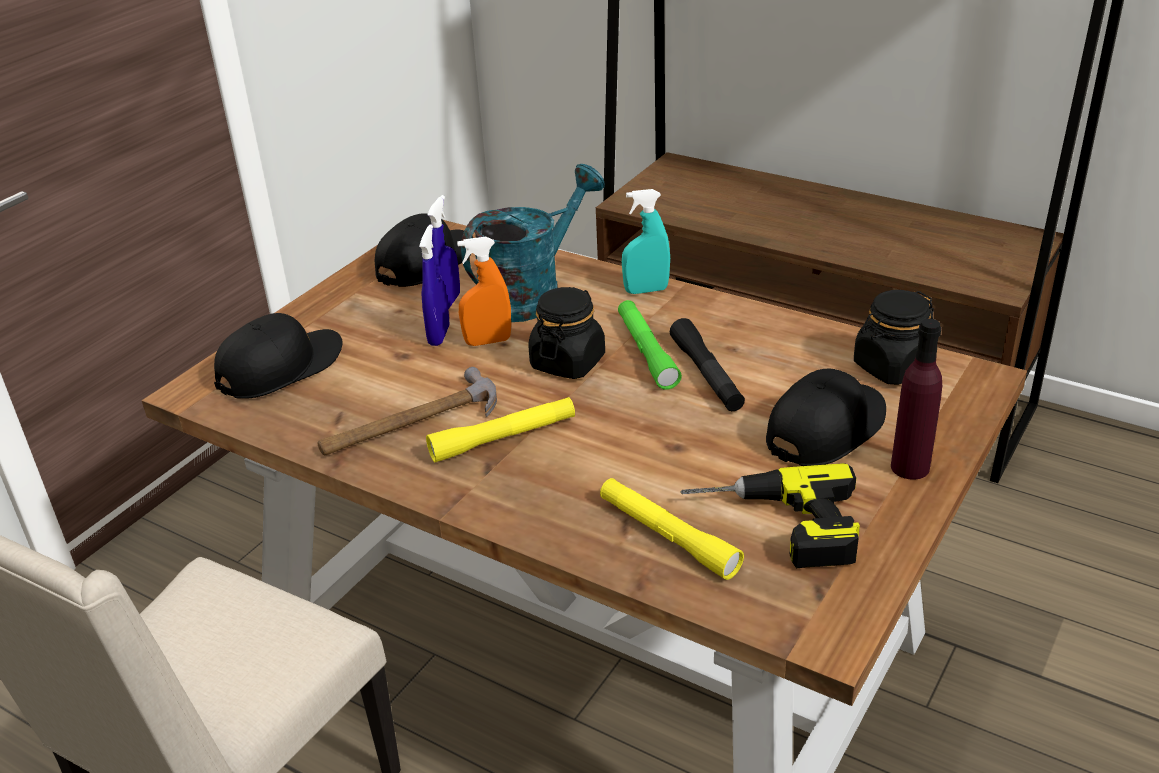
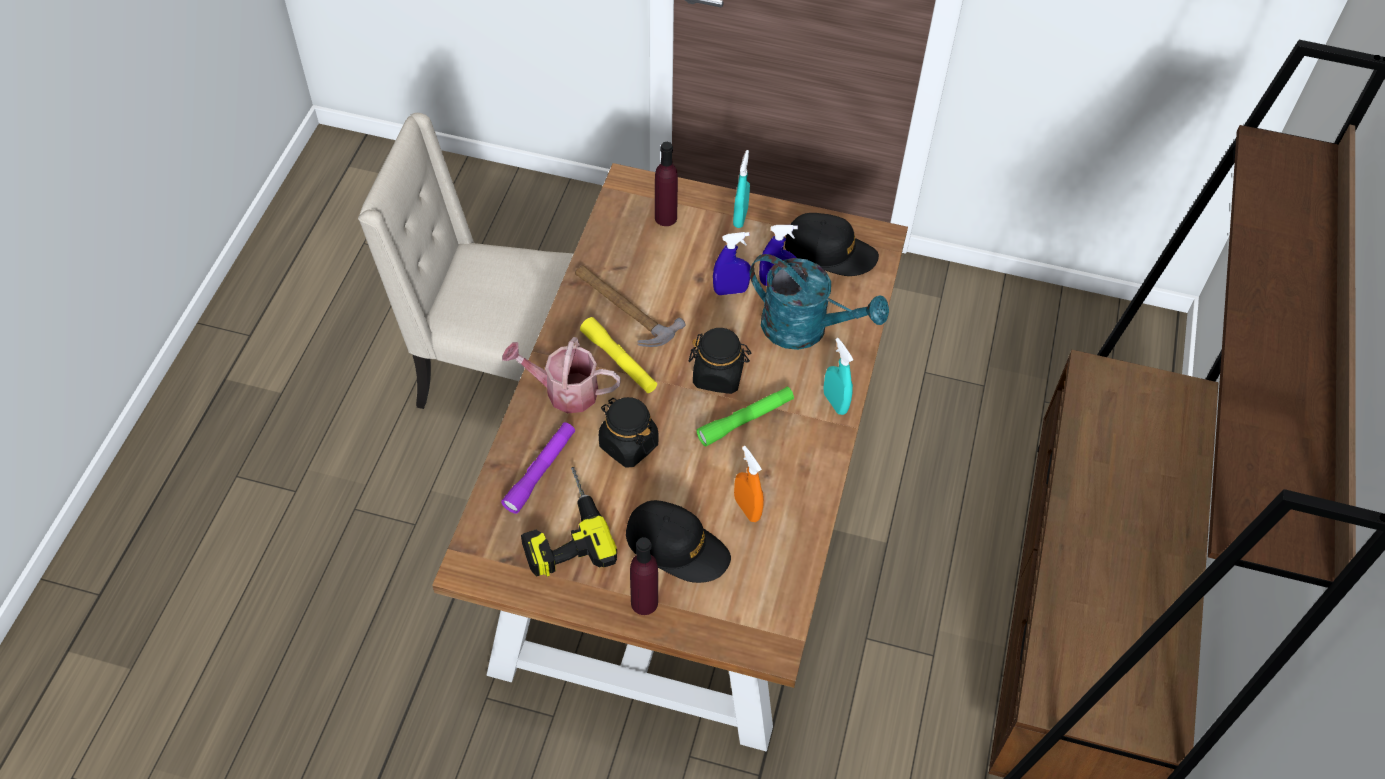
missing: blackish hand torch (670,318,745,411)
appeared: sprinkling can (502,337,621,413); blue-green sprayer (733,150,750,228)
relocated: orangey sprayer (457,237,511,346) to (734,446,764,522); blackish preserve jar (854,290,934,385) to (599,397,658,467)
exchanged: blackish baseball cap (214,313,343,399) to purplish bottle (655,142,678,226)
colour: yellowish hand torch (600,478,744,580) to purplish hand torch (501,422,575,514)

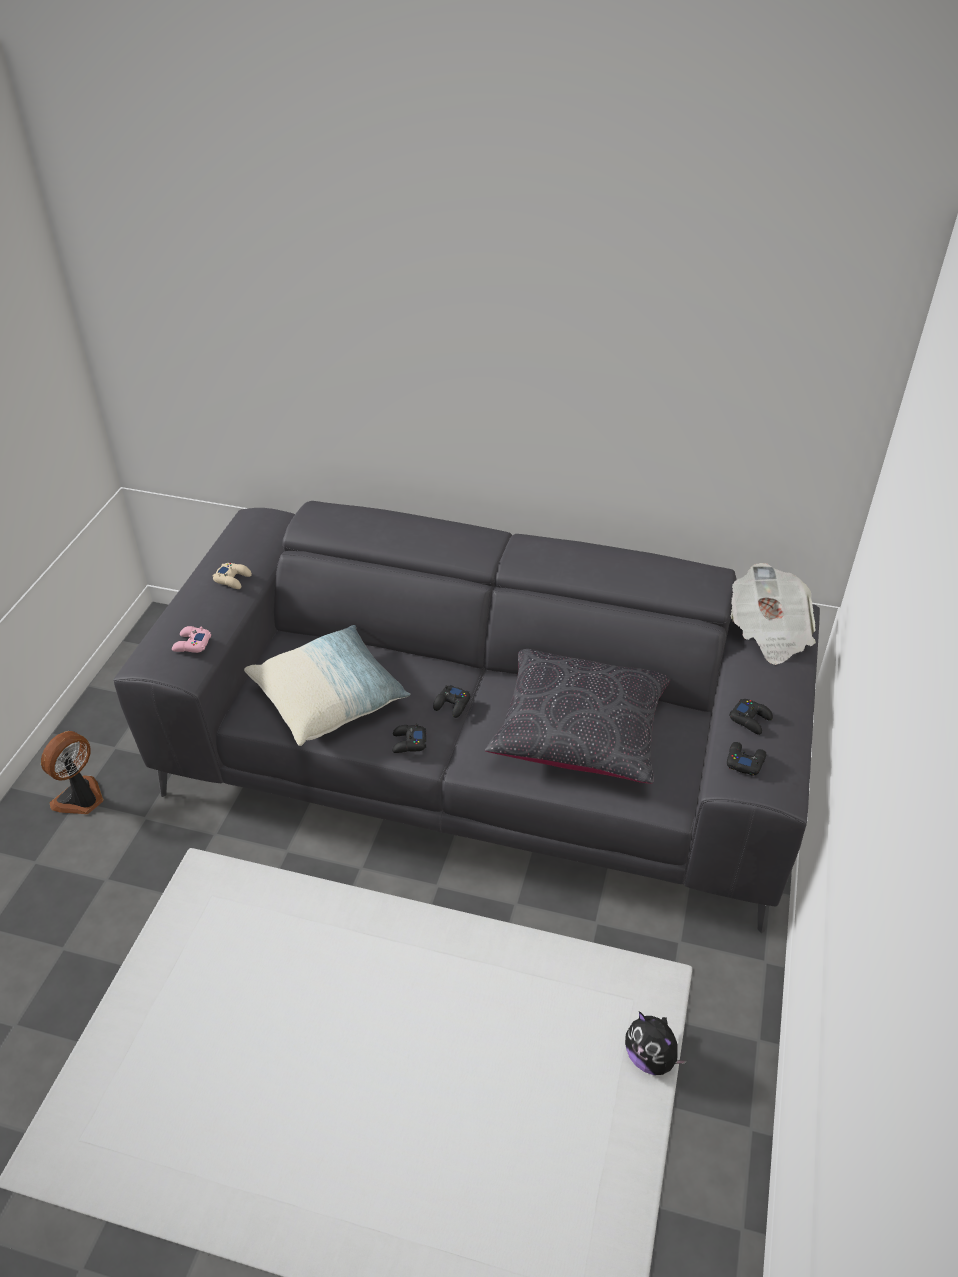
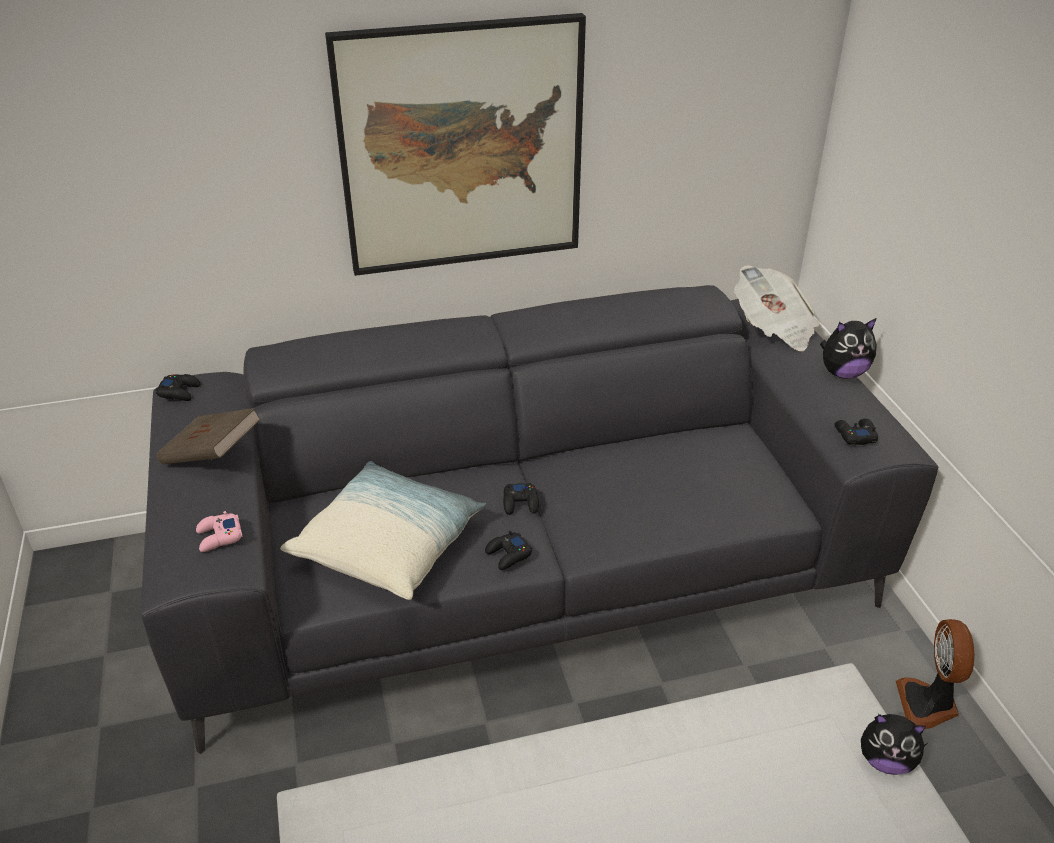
missing: blackish throw pillow (485,649,670,784)
appeared: picture (325,13,586,276); cuddly toy (820,318,877,379)
relocated: fan (41,731,104,814) to (896,619,974,729); blackish gamepad (729,699,773,735) to (155,374,200,401)
exchanged: sand-coloured gamepad (212,563,252,589) to brown volume (156,408,261,464)

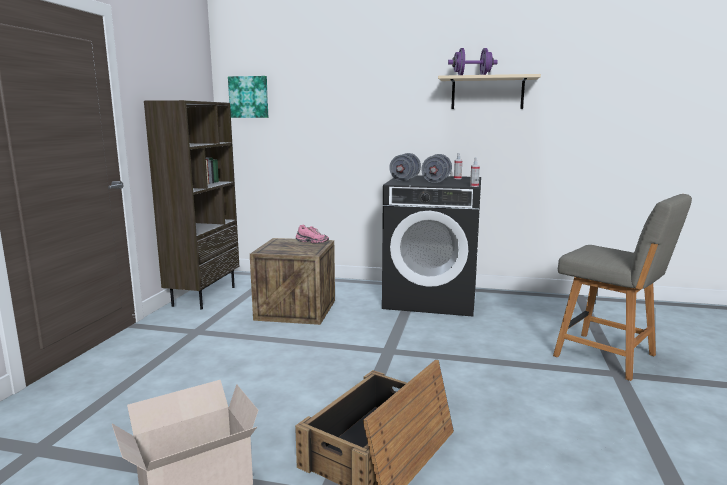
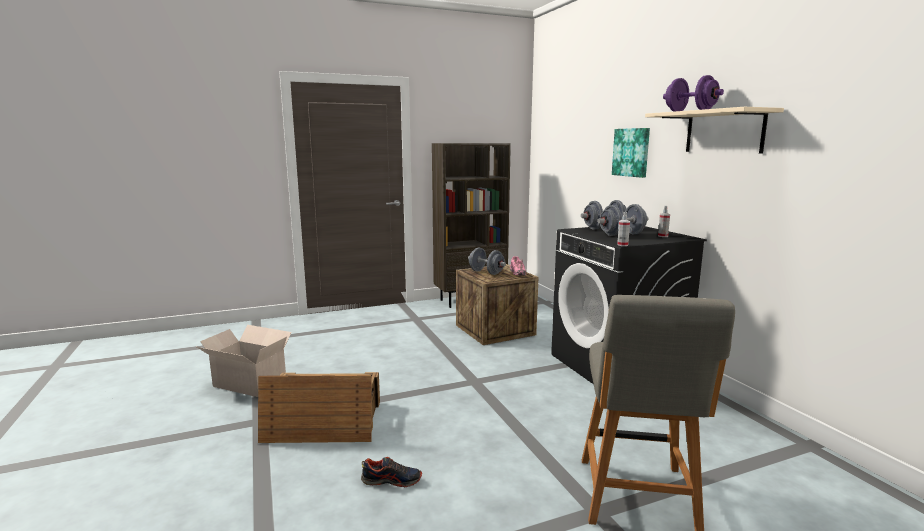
appeared: shoe (361,457,422,487); gray hand weight (468,248,506,275)
relocated: picture (228,76,268,118) to (612,128,650,178)

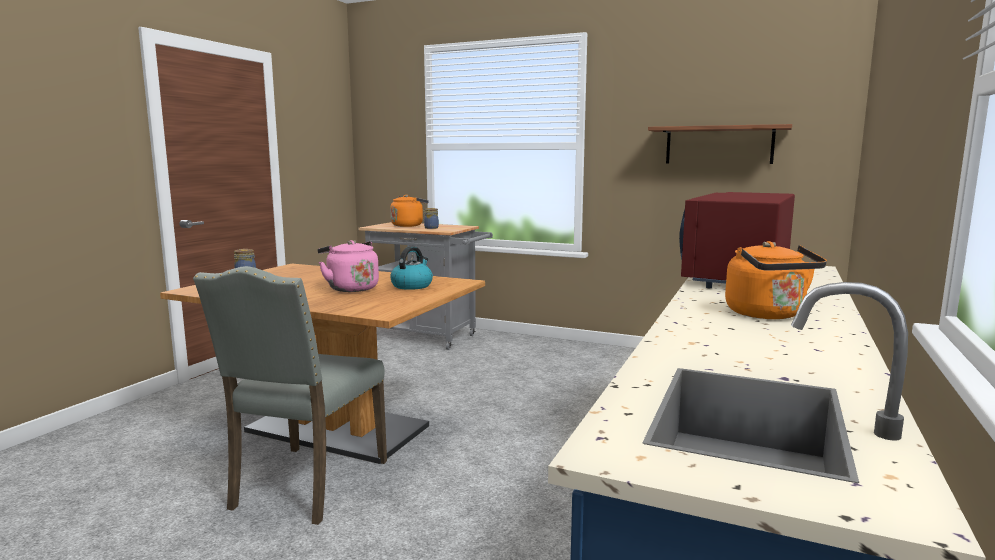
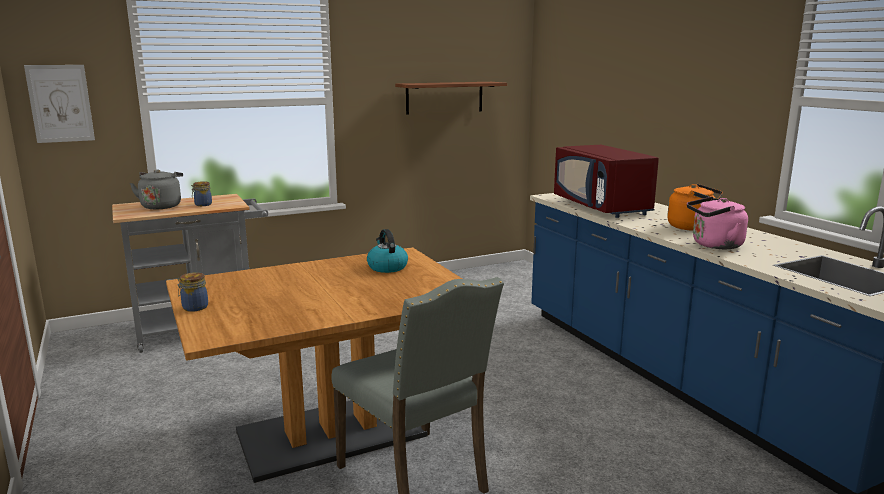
appeared: picture (24,65,95,143)
relocated: pink water kettle (318,240,379,292) to (687,197,748,249)
colour: orangey water kettle (390,195,429,227) to gray water kettle (130,170,183,209)

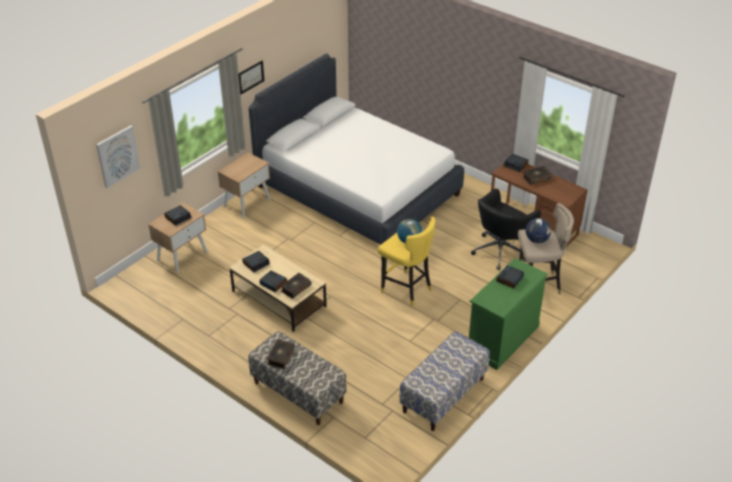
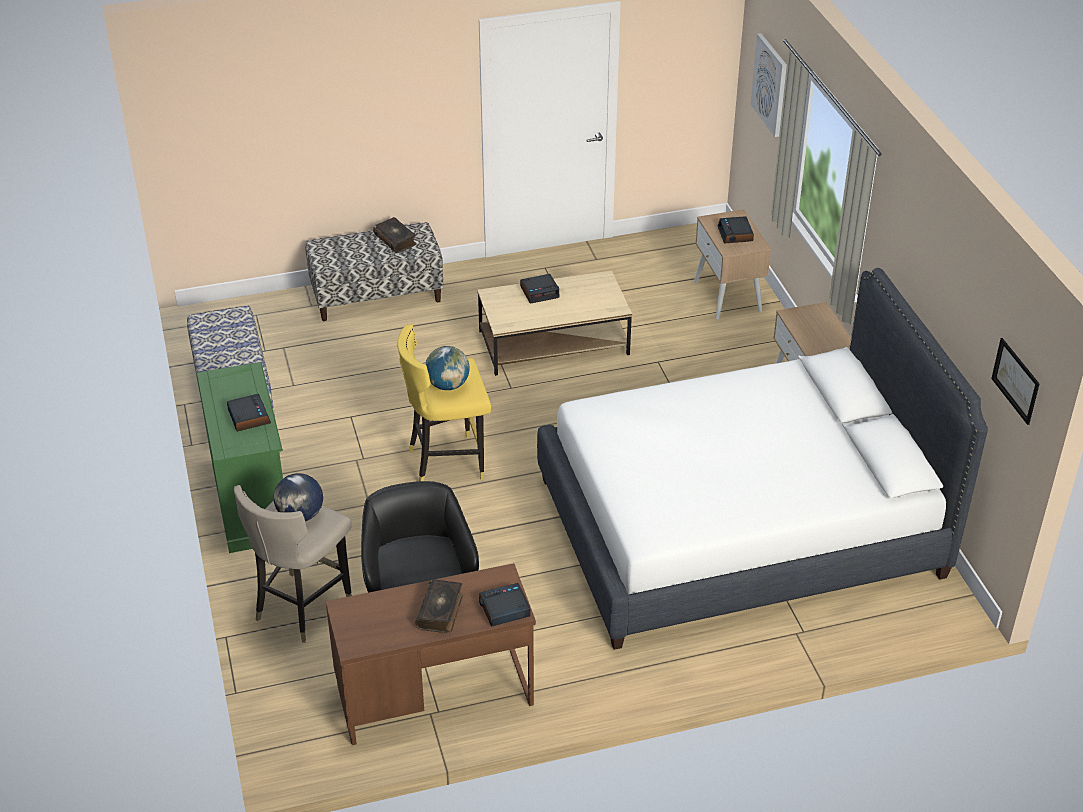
missing: bedside clock (242,251,270,272); volume (281,273,312,299)
relocated: picture (239,60,264,94) to (991,338,1040,425)

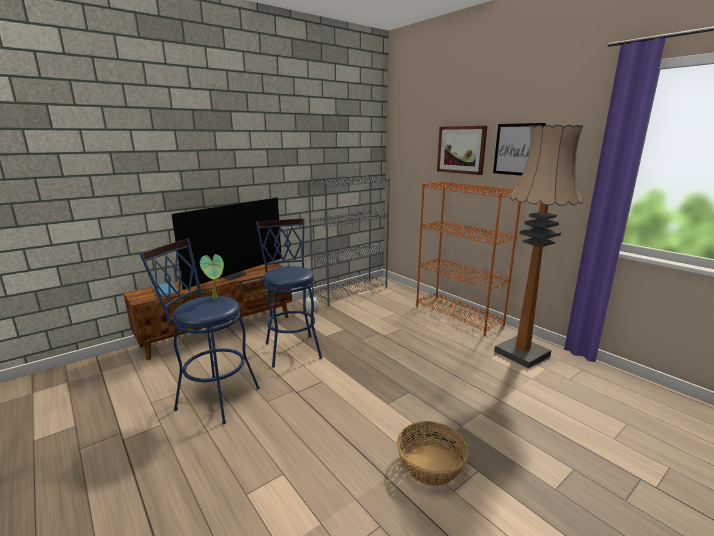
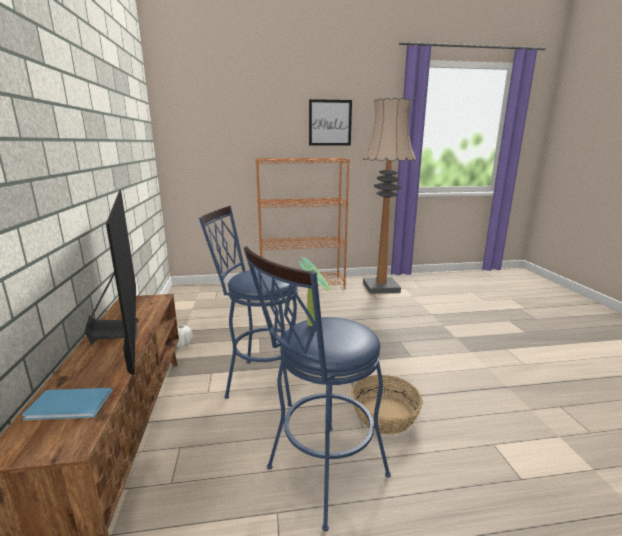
missing: gray bookshelf (308,176,390,306); picture (437,126,487,175)
relocated: basket (397,421,469,486) to (351,375,423,435)

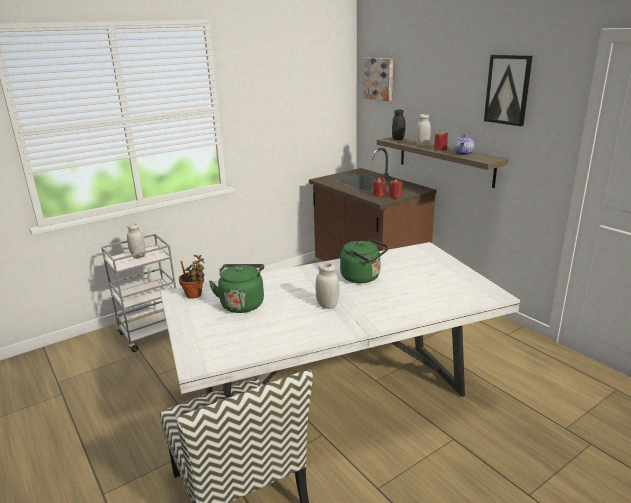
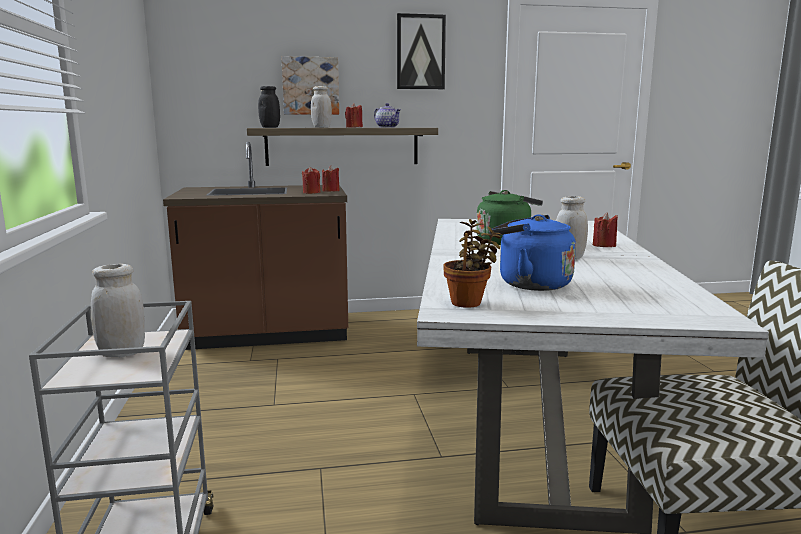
appeared: reddish wax candle (593,212,618,247)
relocated: picture (363,58,393,101) to (282,56,339,115)
colour: green-coloured water kettle (209,264,264,313) to bluish water kettle (489,214,576,291)

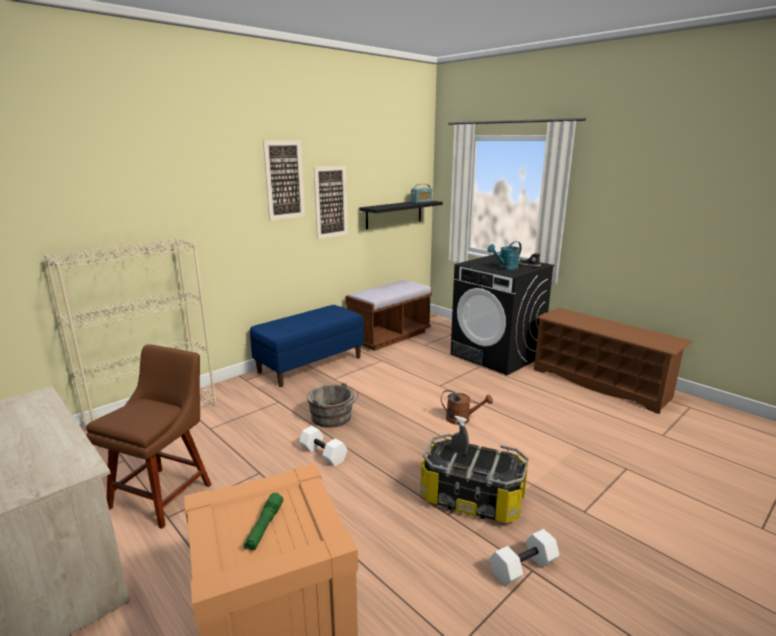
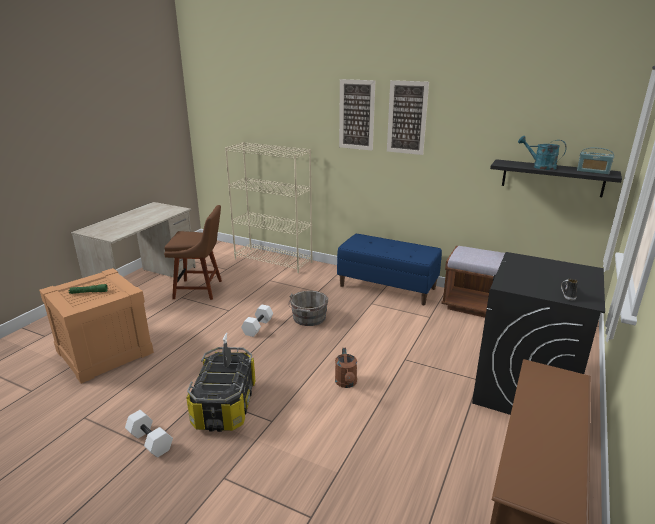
relocated: picture (314,166,348,239) to (339,79,375,151); blue-green sprinkling can (488,241,522,271) to (518,136,567,170)

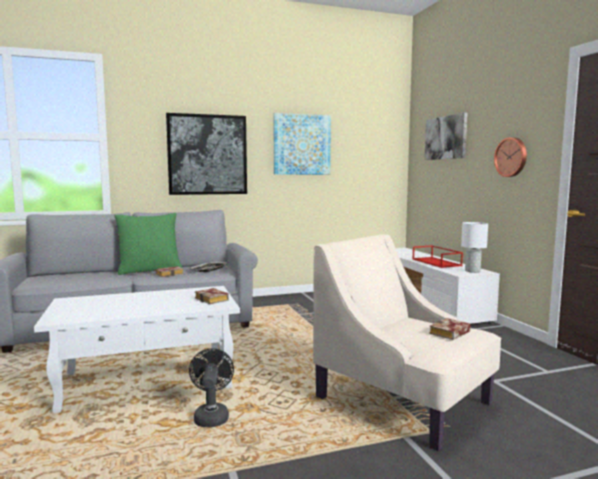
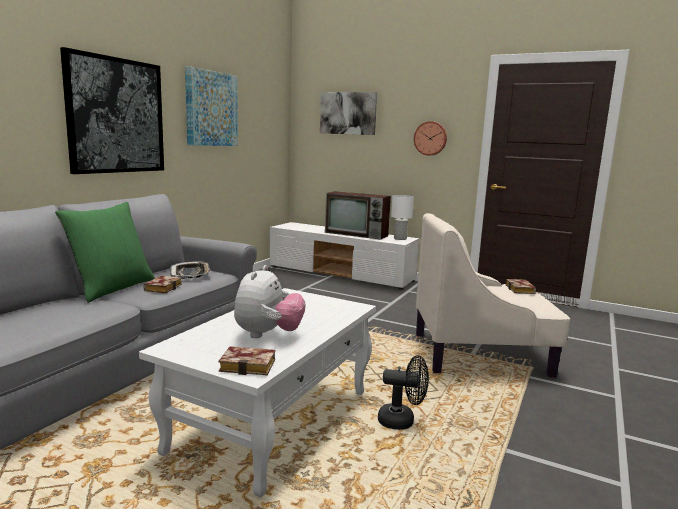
appeared: cuddly toy (234,265,306,338)
relocated: volume (195,288,229,304) to (219,346,275,375)
exchanged: reddish carrying tray (412,245,463,268) to television (325,191,391,240)
spun: blackish fan (189,348,234,427) = (378,355,429,430) 150 degrees clockwise

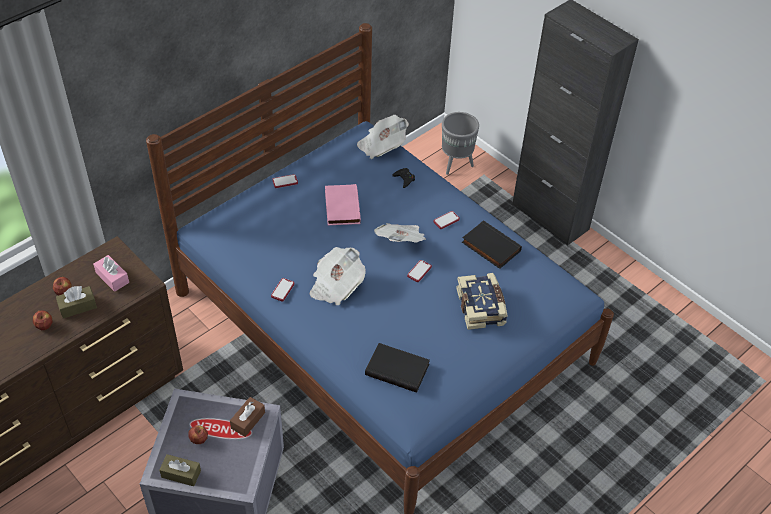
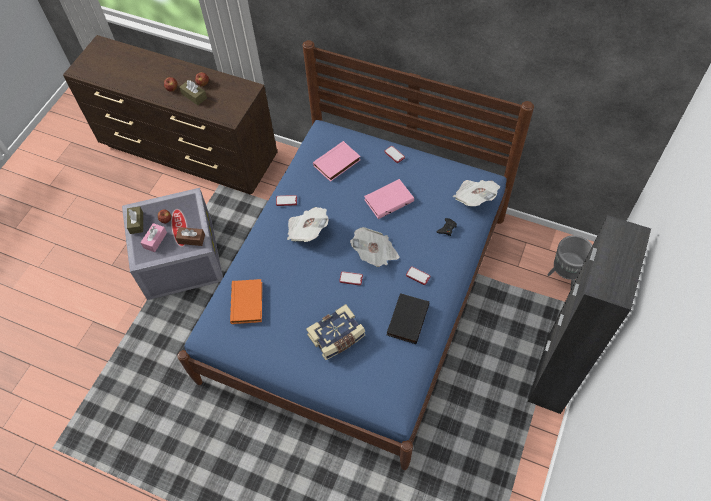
appeared: pink volume (313,141,361,182)
relocated: pink box of tissues (93,255,129,292) to (140,223,167,252)
colour: blackish volume (365,343,430,393) to orangey volume (230,279,262,324)

